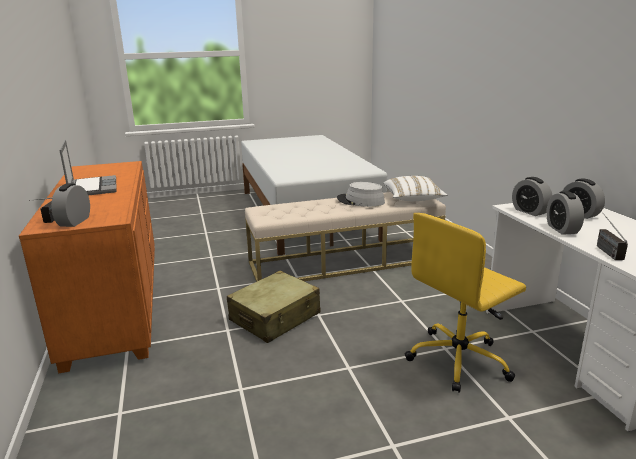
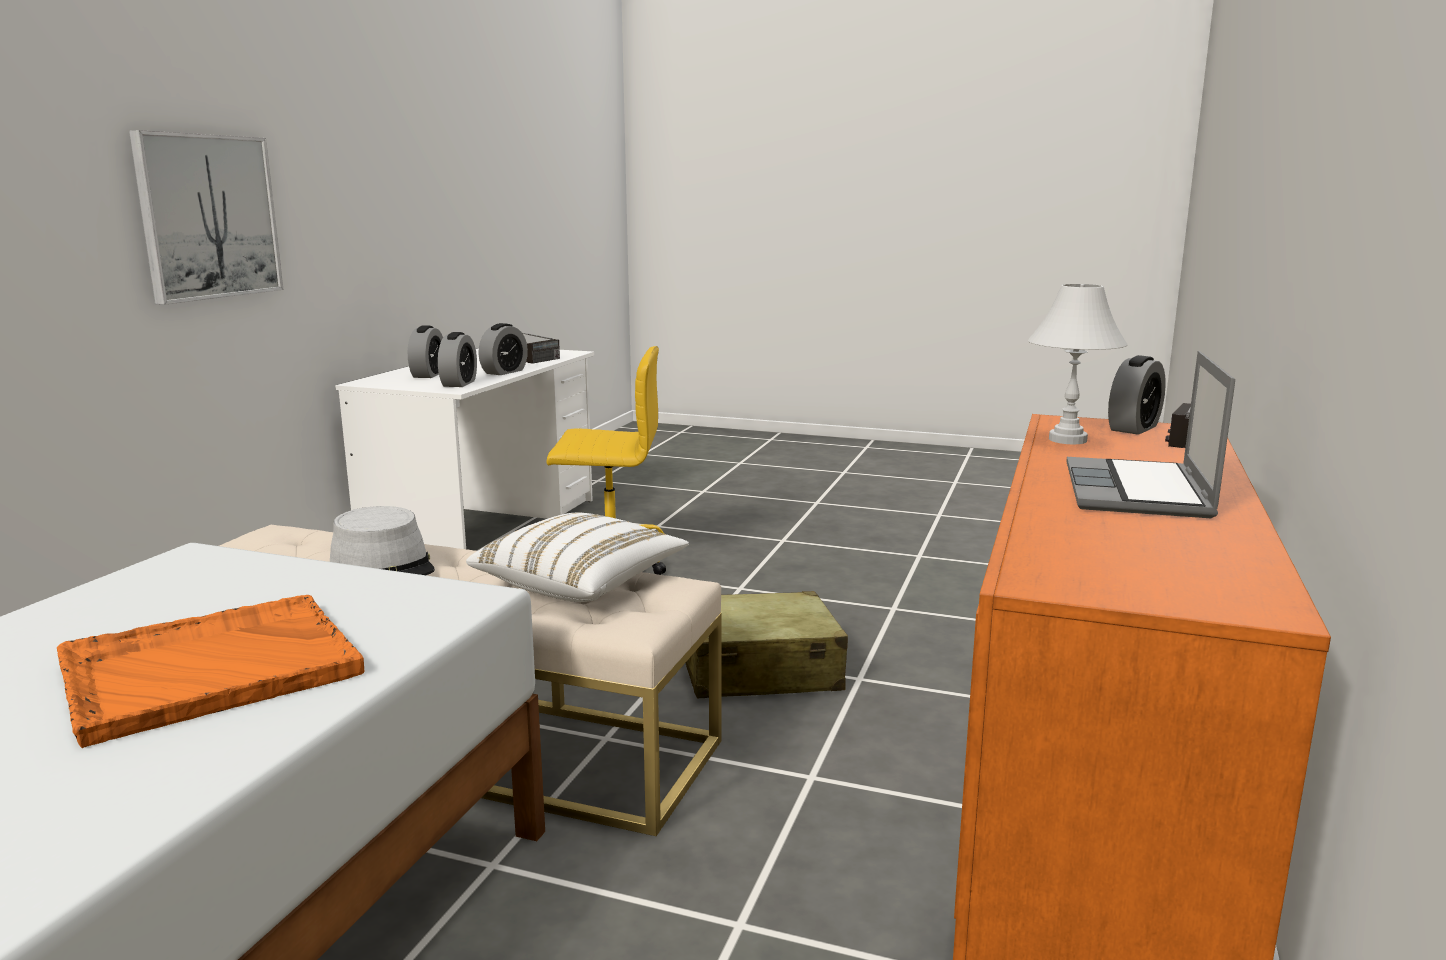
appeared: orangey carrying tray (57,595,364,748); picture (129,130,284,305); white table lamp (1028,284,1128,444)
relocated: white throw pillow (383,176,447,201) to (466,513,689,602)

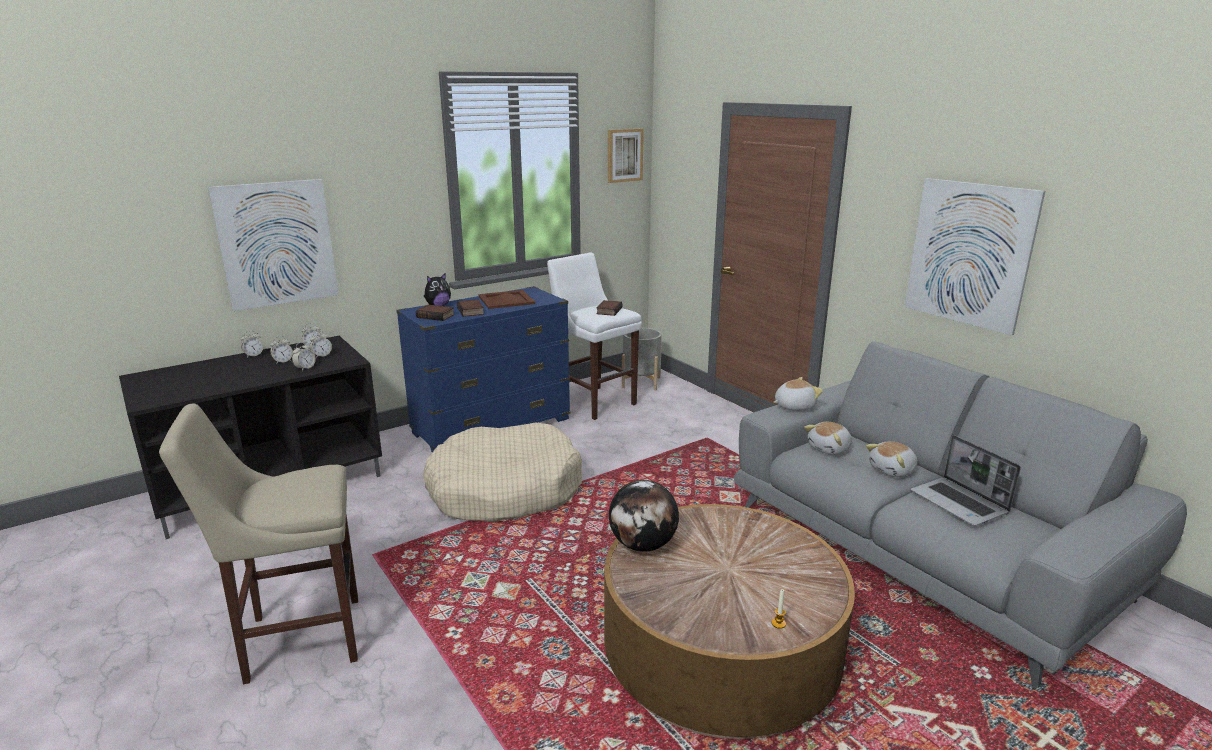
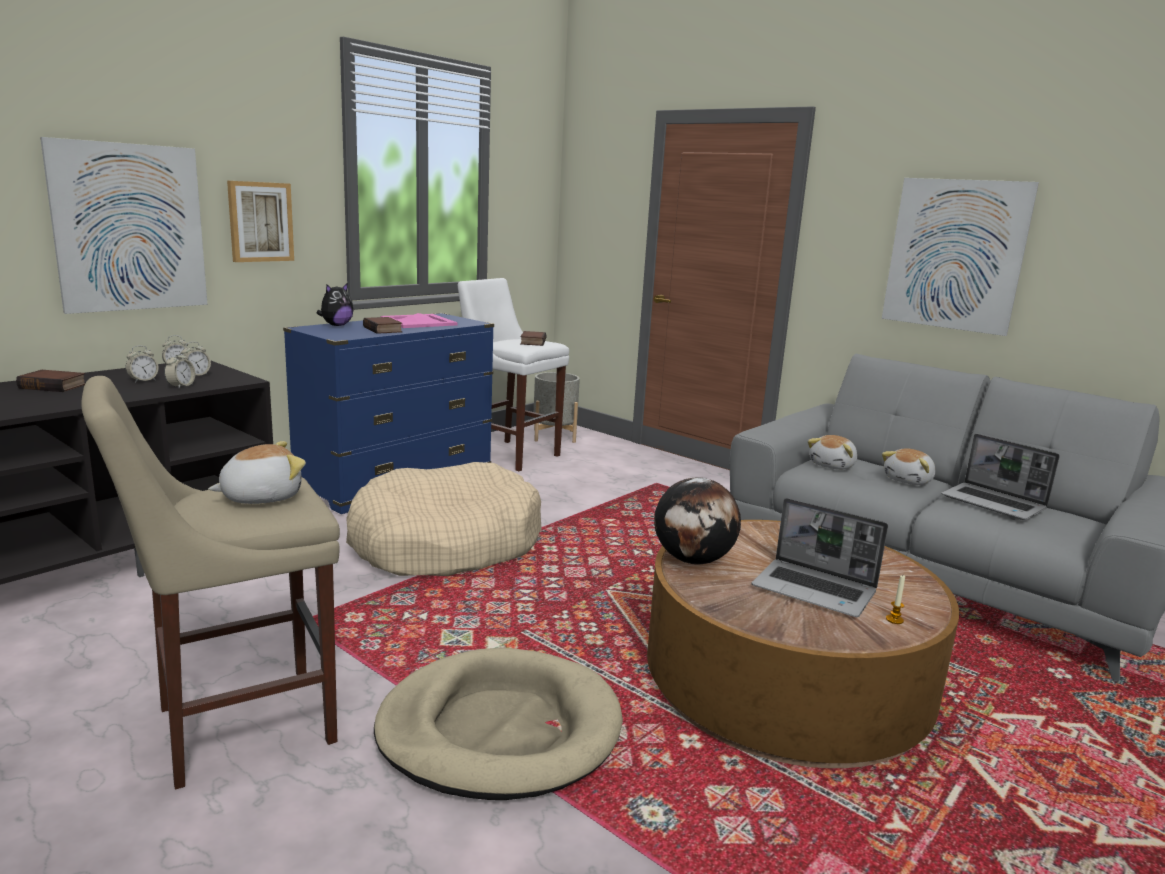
missing: bedside clock (241,331,263,358)
appeared: sand-coloured pet bed (374,648,623,800); laptop (752,498,888,617)
relocated: volume (416,305,455,321) to (16,370,85,392); picture (608,129,644,183) to (227,181,294,262); cuddly toy (774,377,823,411) to (208,441,306,504)
colour: brown carrying tray (478,290,535,309) to pink carrying tray (381,313,457,328)

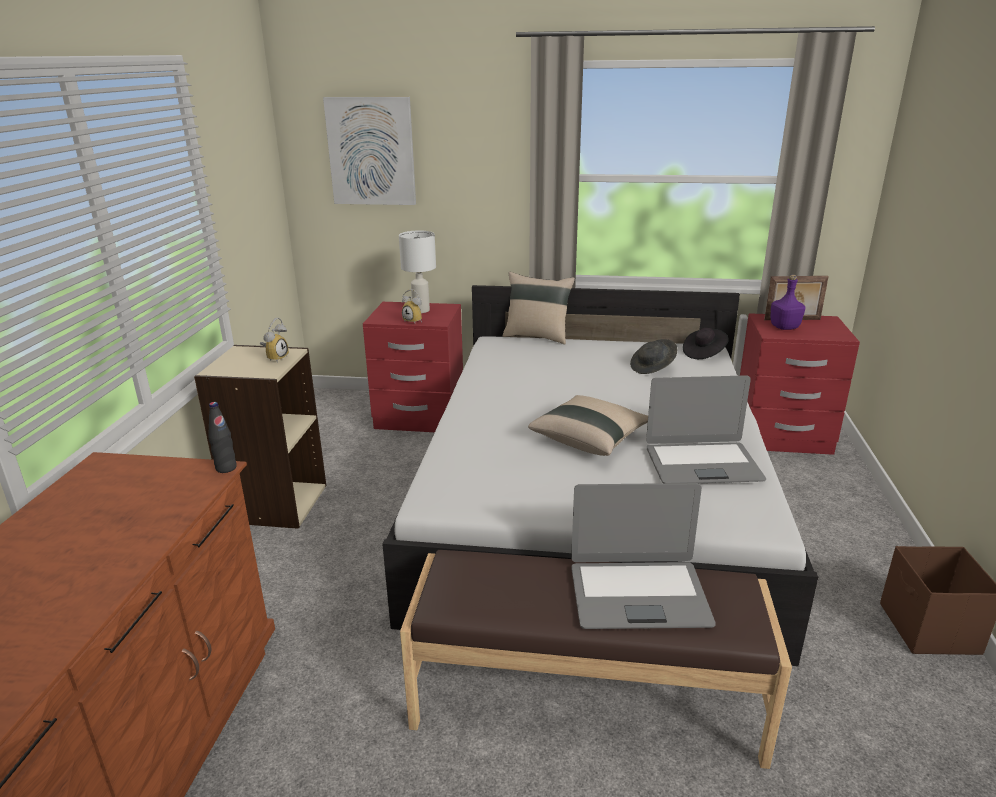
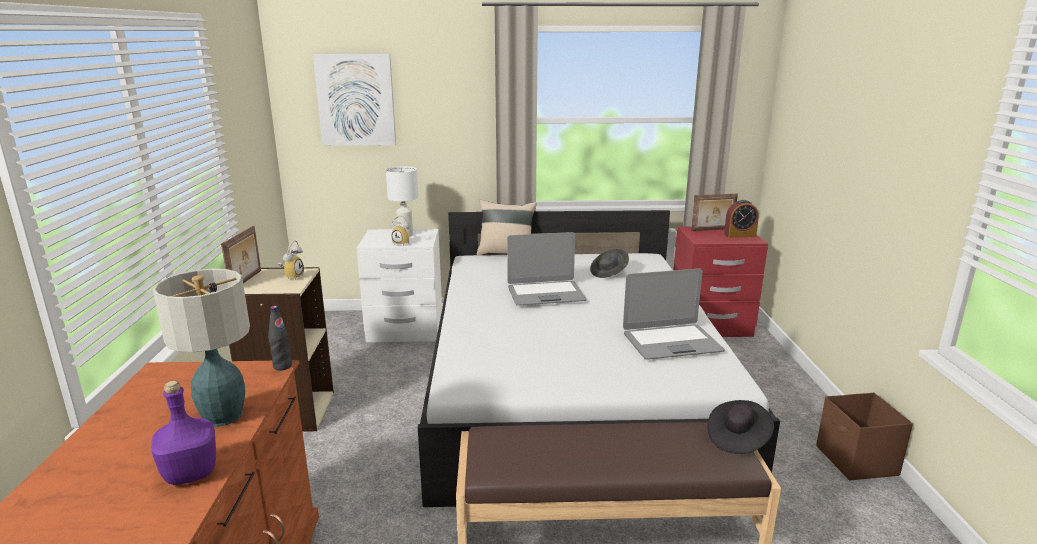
missing: sand-coloured throw pillow (528,395,648,456)
appeared: table lamp (153,269,250,427); photo frame (221,225,261,284); bedside clock (724,200,759,238)
relocated: laptop (571,483,716,629) to (507,232,587,306); blackish hat (683,328,729,359) to (707,400,774,454); purplish bottle (771,275,806,330) to (151,381,216,485)
colour: reddish nightstand (363,302,463,432) to white nightstand (357,229,442,342)

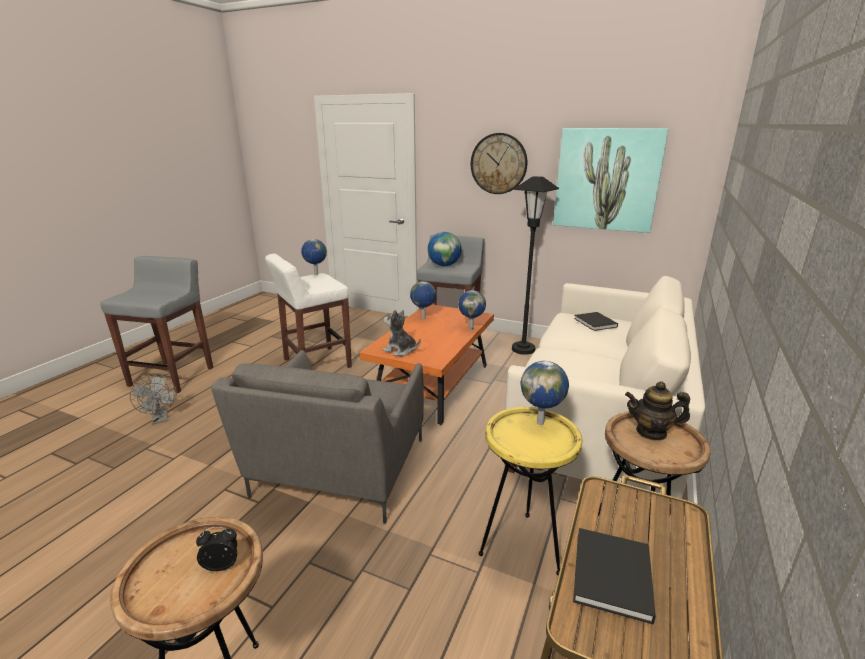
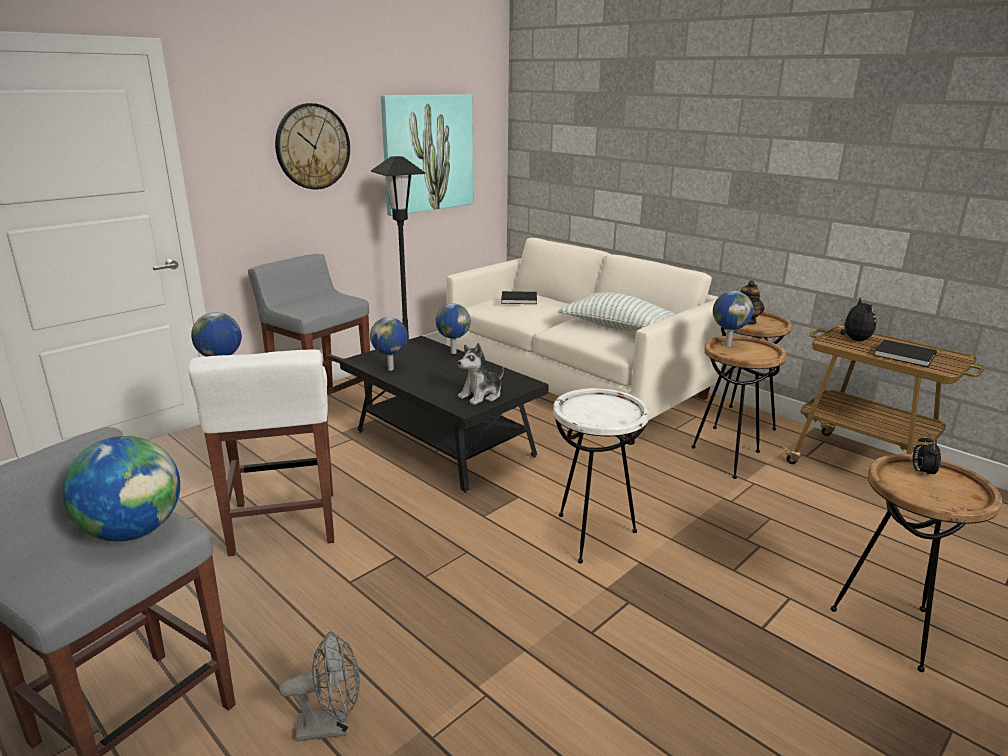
appeared: throw pillow (558,292,675,331); cuddly toy (840,297,876,341)
relocated: globe (428,232,461,266) to (62,436,180,541)
exchanged: gray lounge chair (211,350,424,524) to white accent table (553,388,649,564)
colour: orangey lounge table (360,304,494,426) to blackish lounge table (340,336,549,493); yellowish accent table (479,407,582,575) to brown accent table (692,336,786,479)

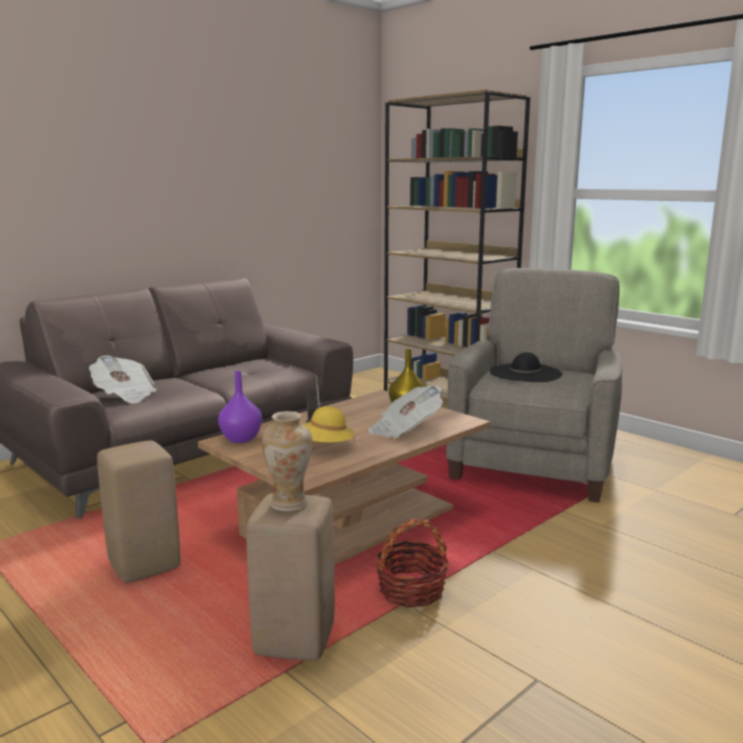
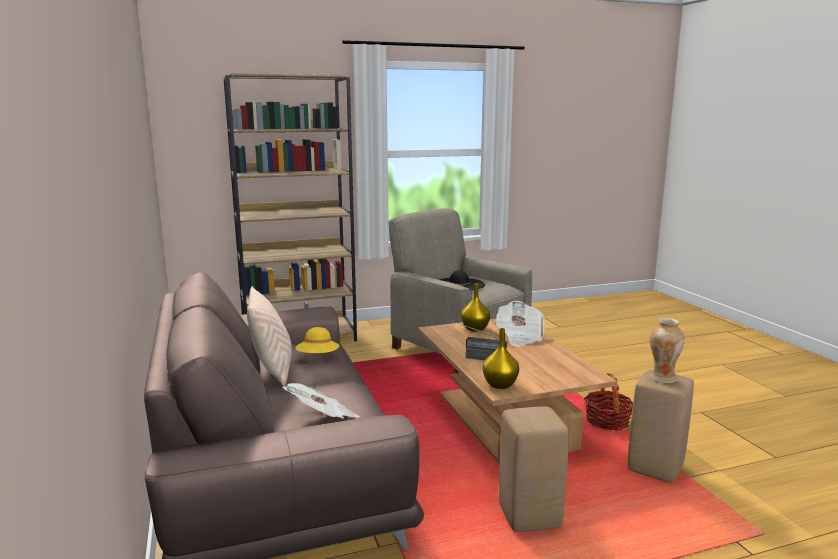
appeared: sand-coloured throw pillow (247,286,292,386)
relocated: yellowish hat (304,406,355,444) to (296,327,339,353)
colour: purplish vase (218,371,262,443) to yellowish vase (483,328,519,389)

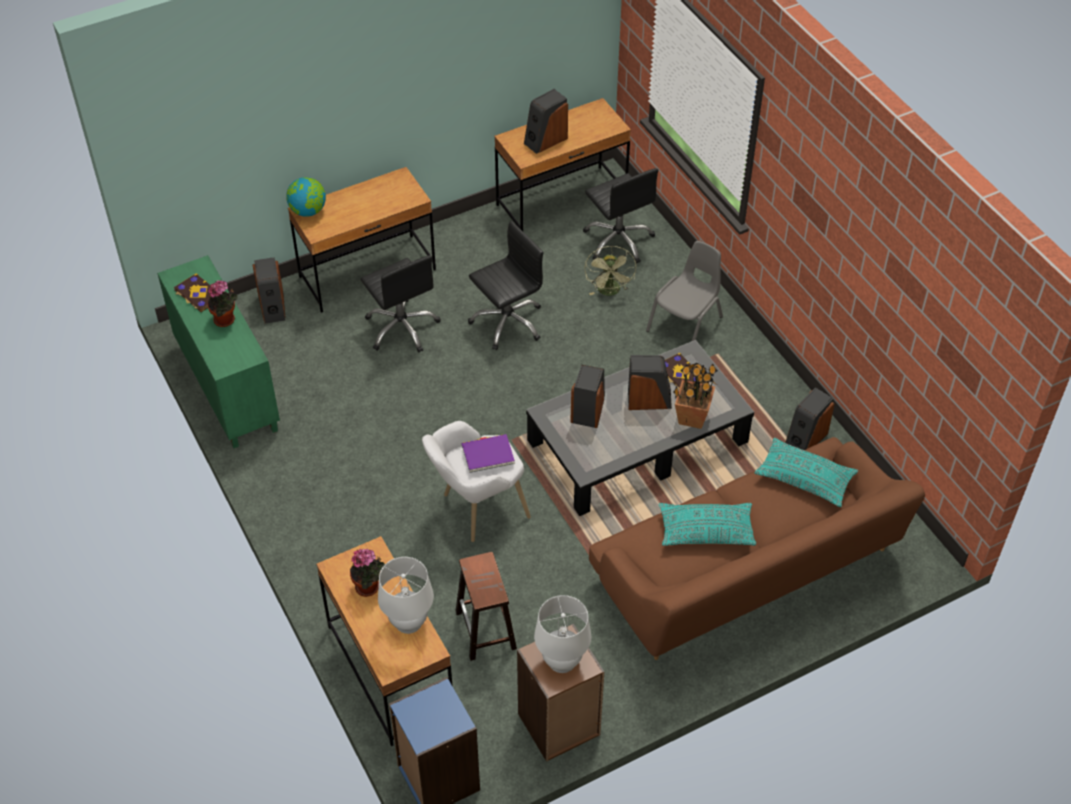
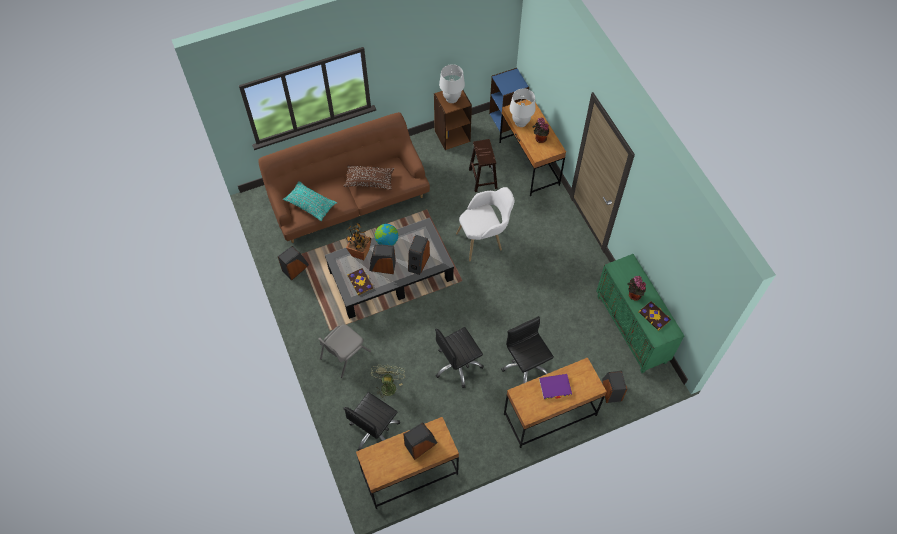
relocated: globe (286,177,326,217) to (375,224,398,246); purplish volume (462,434,515,473) to (539,374,572,399)
colour: blue-green throw pillow (658,503,756,546) to brown throw pillow (344,165,394,190)
spun: blackish office chair (583,168,658,264) = (343,392,400,451) 120 degrees counterclockwise

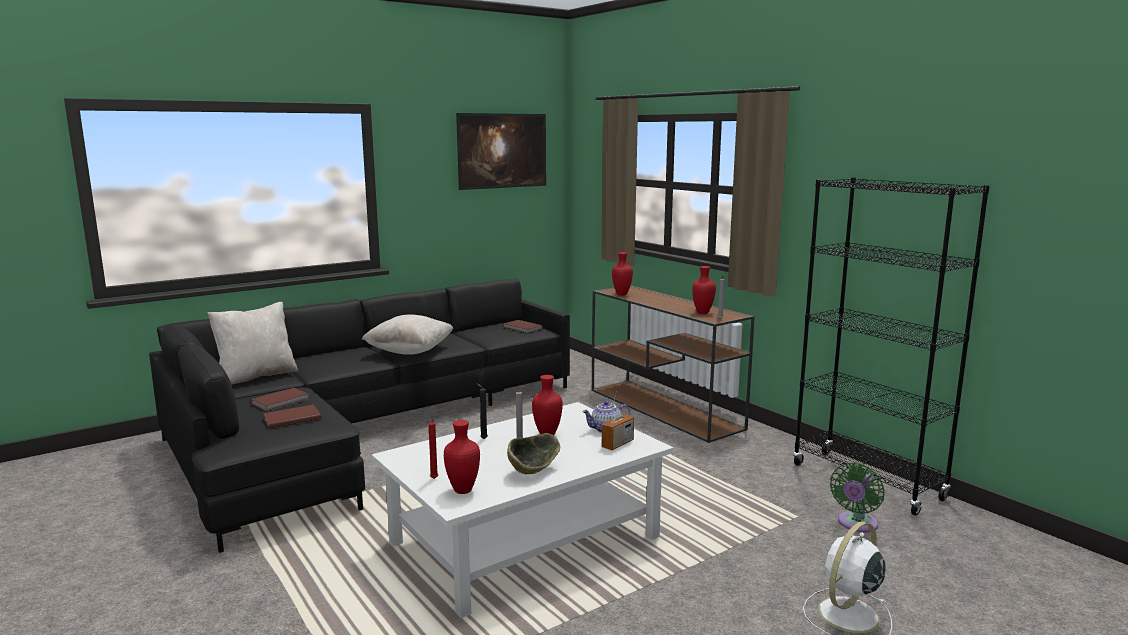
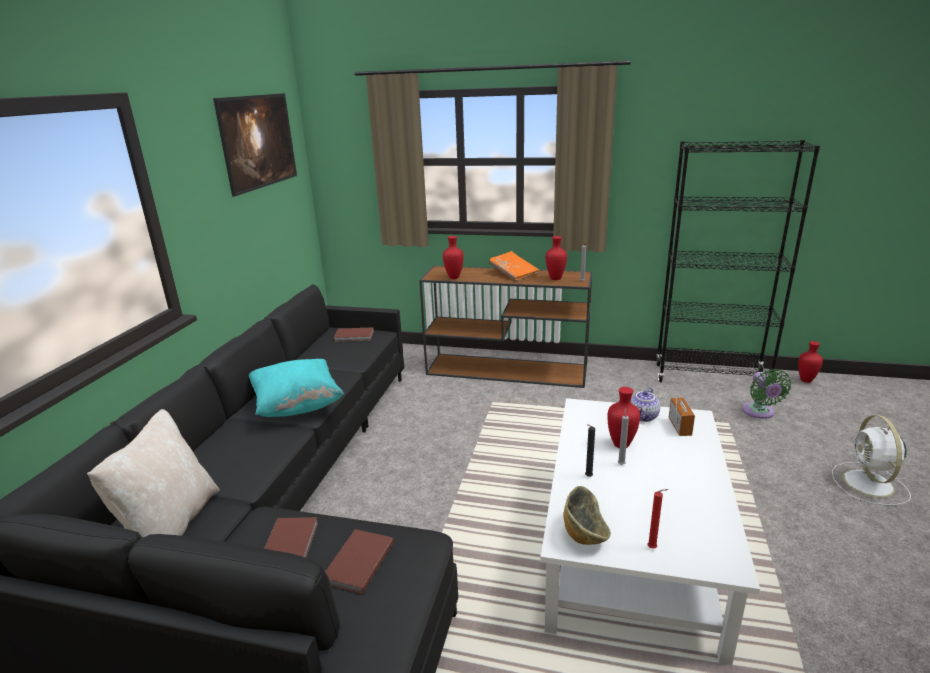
appeared: orangey volume (489,251,539,281)
relocated: reddish vase (444,420,480,494) to (798,341,823,383); serving bowl (507,433,560,474) to (563,486,611,545)
colour: sand-coloured throw pillow (362,314,454,355) to blue-green throw pillow (249,359,344,417)

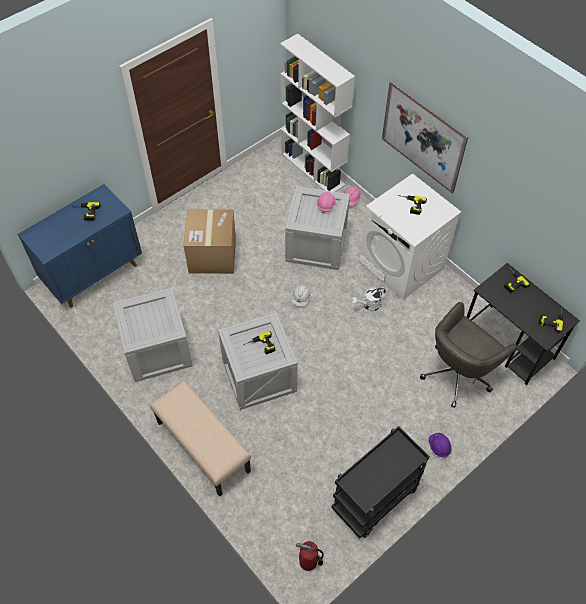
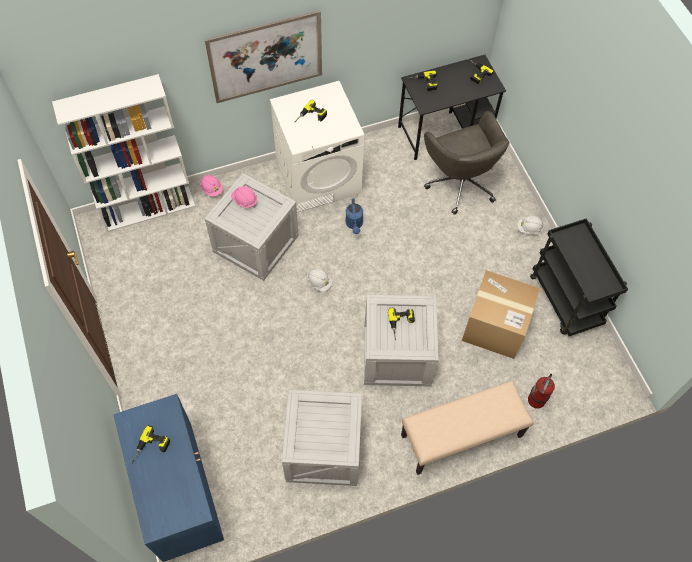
relocated: carton (184,209,236,274) to (462,270,540,359); extinguisher (296,541,324,571) to (528,374,555,409)
colour: white sprinkling can (351,287,386,311) to bluish sprinkling can (346,199,363,234); purplish hard hat (429,433,452,458) to white hard hat (517,215,544,235)

